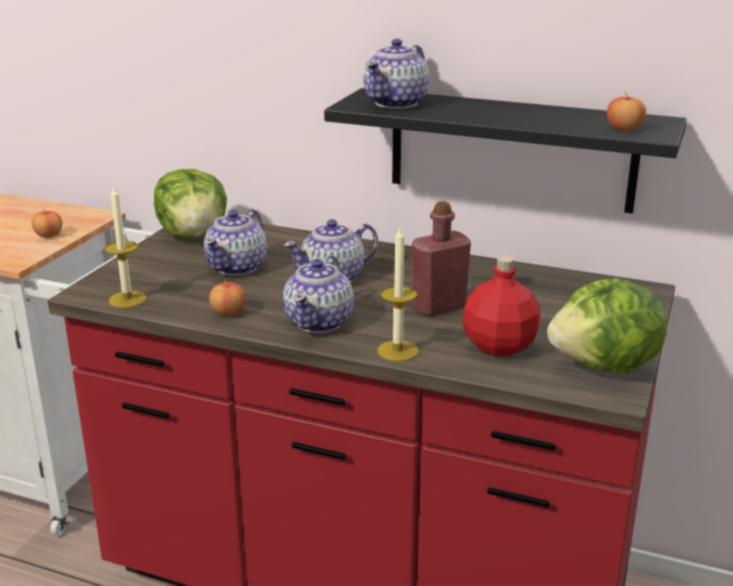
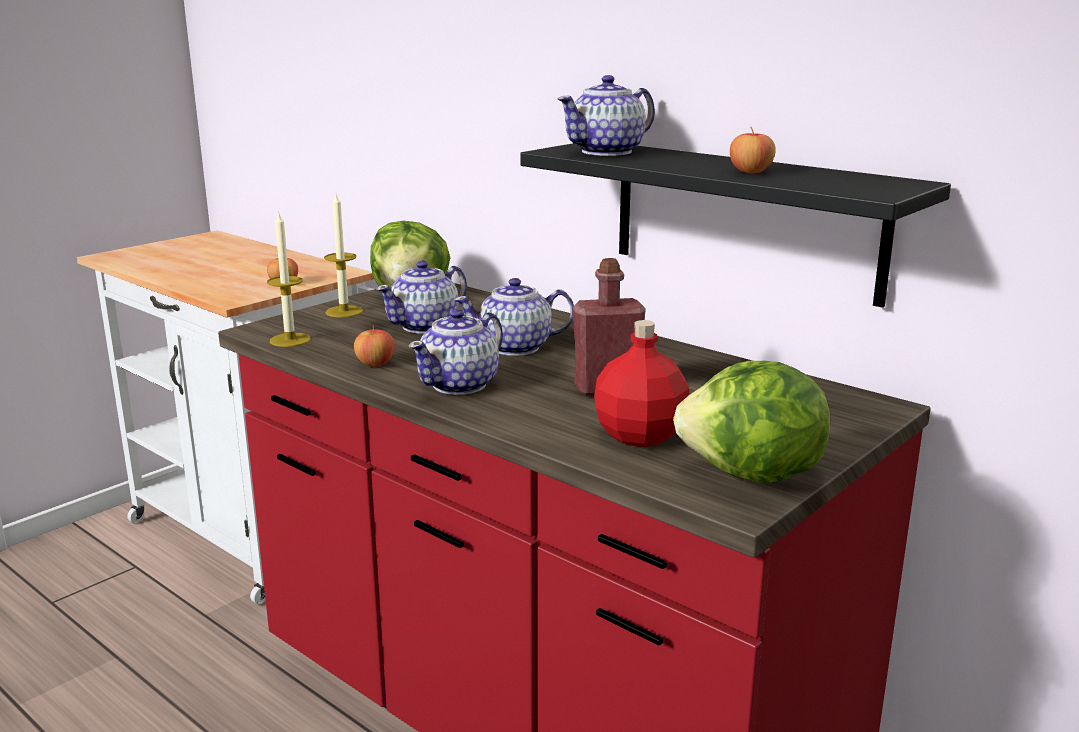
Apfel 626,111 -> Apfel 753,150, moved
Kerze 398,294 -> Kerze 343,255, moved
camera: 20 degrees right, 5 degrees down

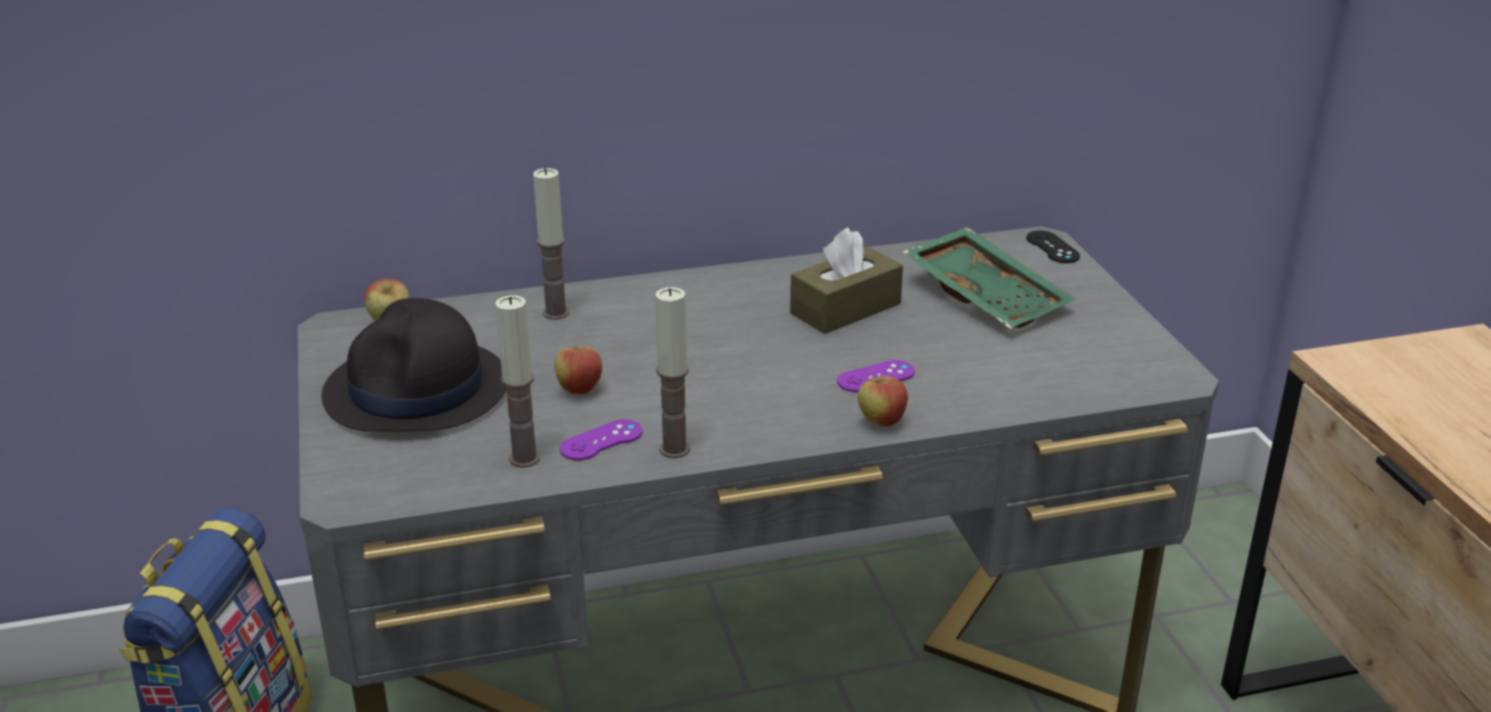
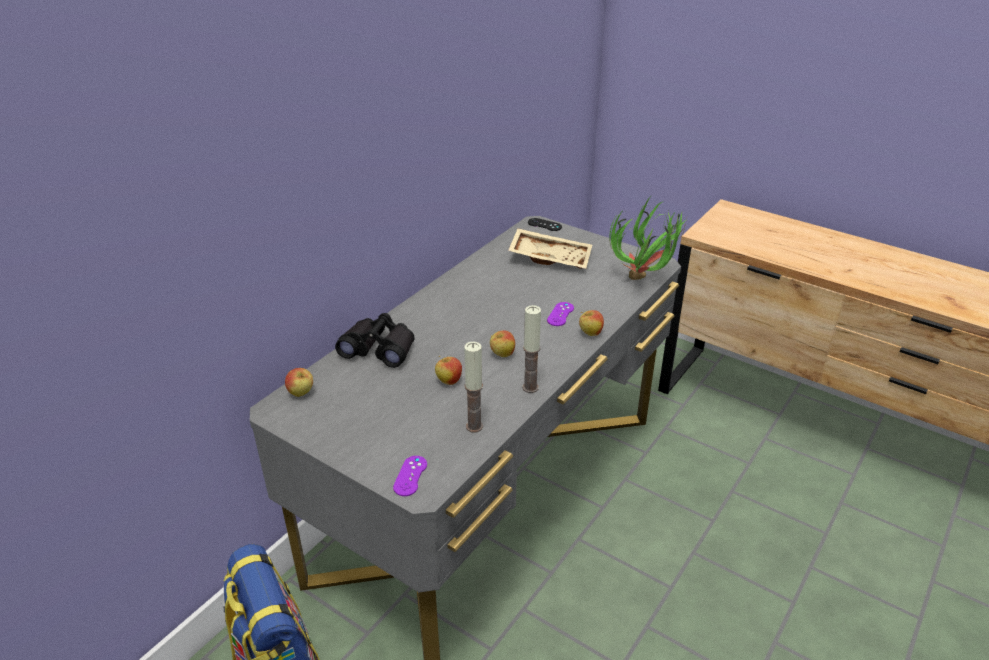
Kerze 551,244 -> Fernglas (schwarz) 375,340
Taschentuchbox (braun) 846,280 -> none
Tablett (grün) 989,277 -> Tablett (beige) 550,248
Hut (schwarz) 413,365 -> none
Gamepad (lila) 601,440 -> Gamepad (lila) 410,476, moved
none -> Topfpflanze 649,239
none -> Apfel 502,343
camera: 40 degrees left, 5 degrees up

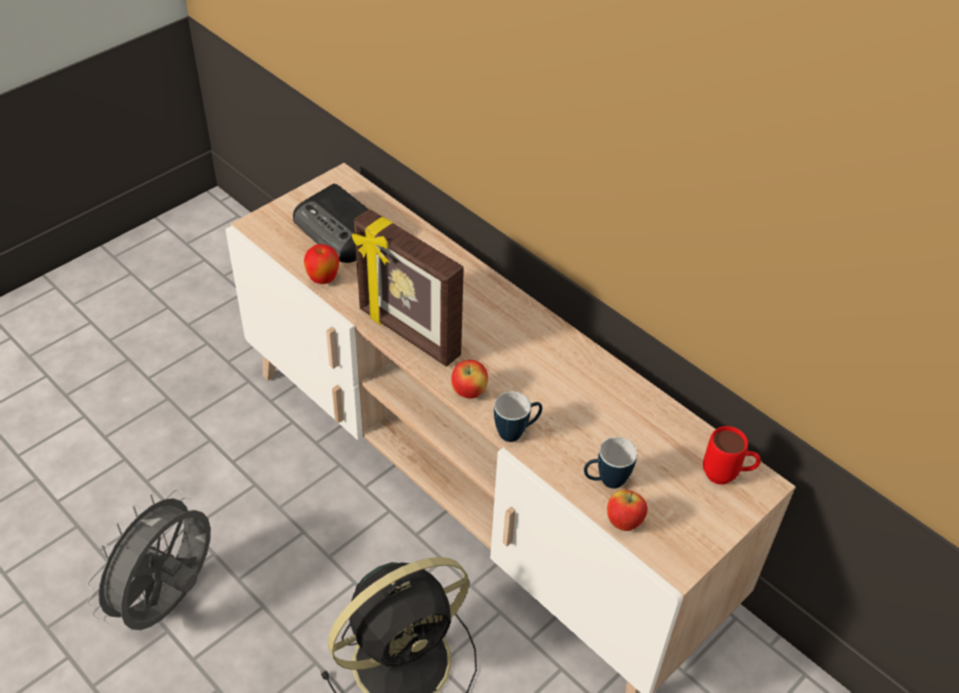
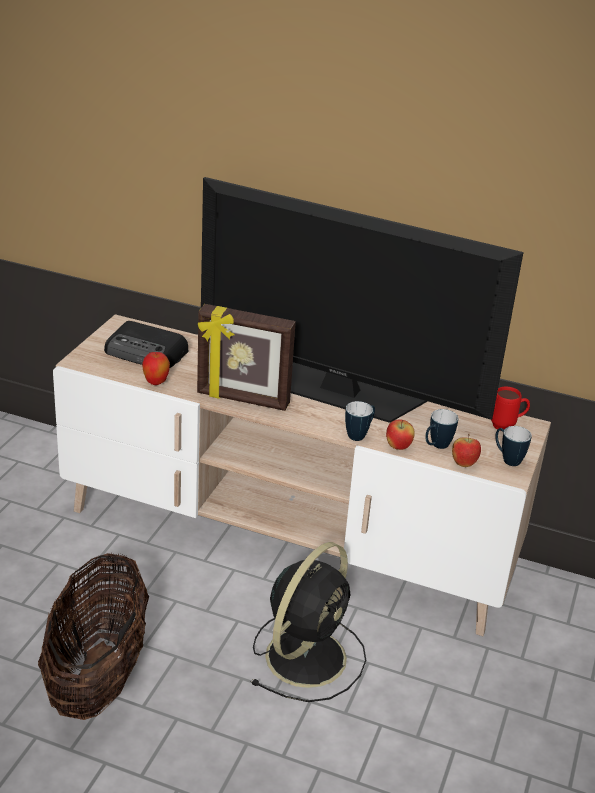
Apfel 469,379 -> Apfel 400,435, moved
Ventilator (grau) 149,559 -> Korb 93,636
none -> Fernseher 362,300
none -> Henkelbecher 513,446
camera: 25 degrees left, 15 degrees down

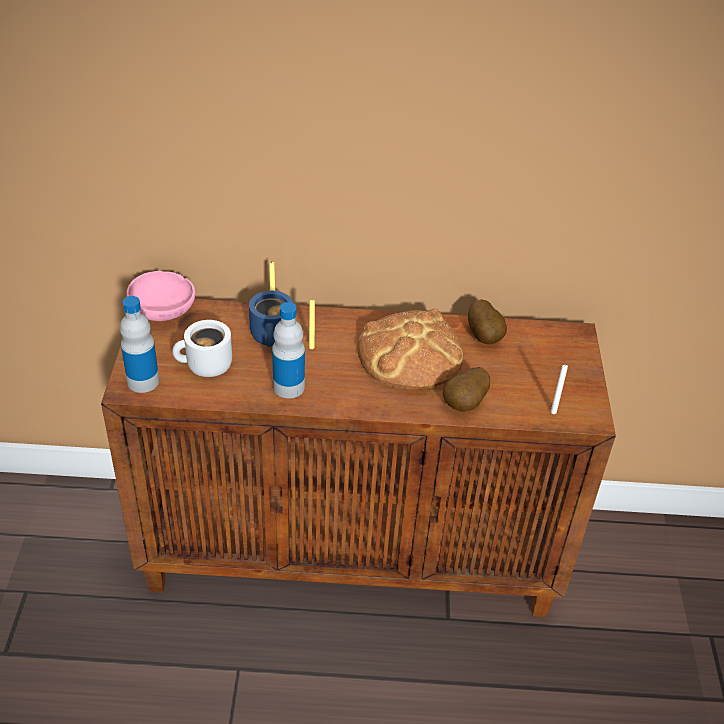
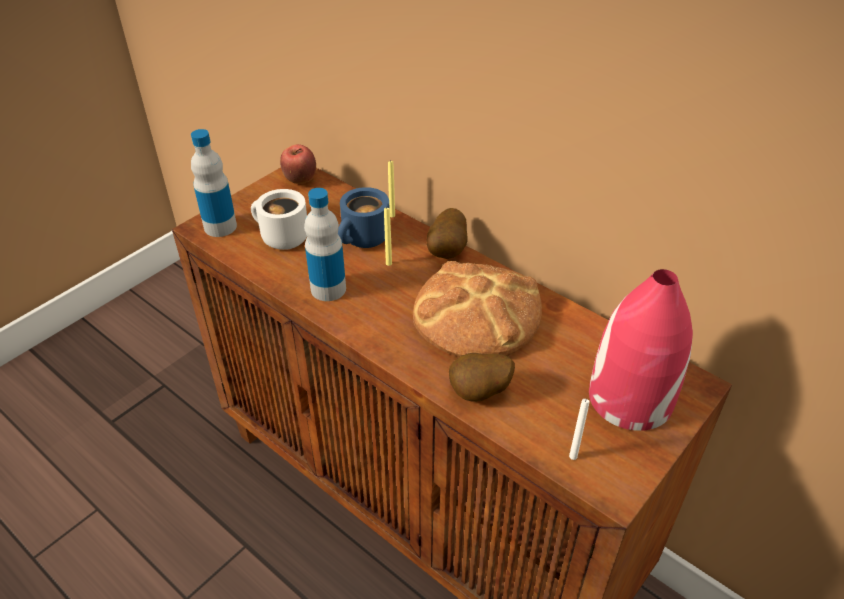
Schüssel (rosa) 161,296 -> Apfel 298,164
Kartoffel 487,321 -> Kartoffel 447,233, moved
none -> Vase (rot) 641,350
camera: 40 degrees right, 0 degrees up

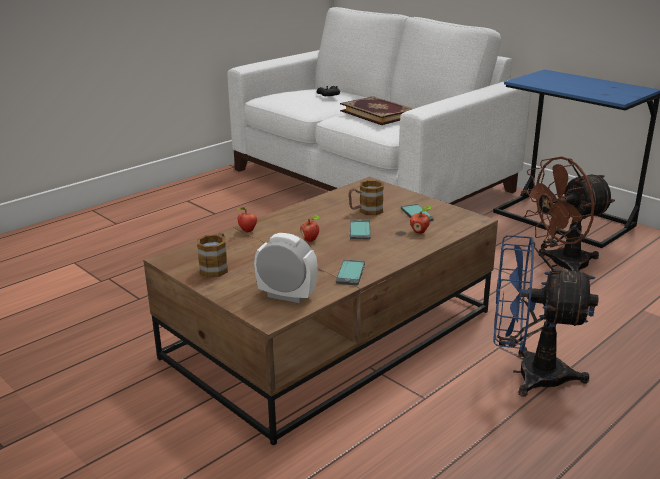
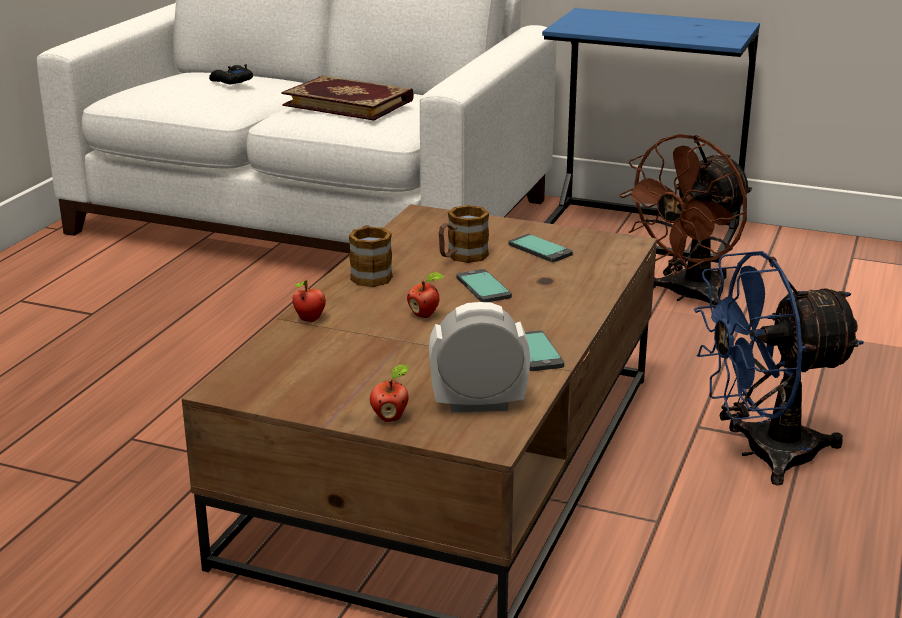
Apfel 421,219 -> Apfel 389,393, moved
Henkelbecher 212,255 -> Henkelbecher 371,256, moved
camera: 25 degrees left, 0 degrees up

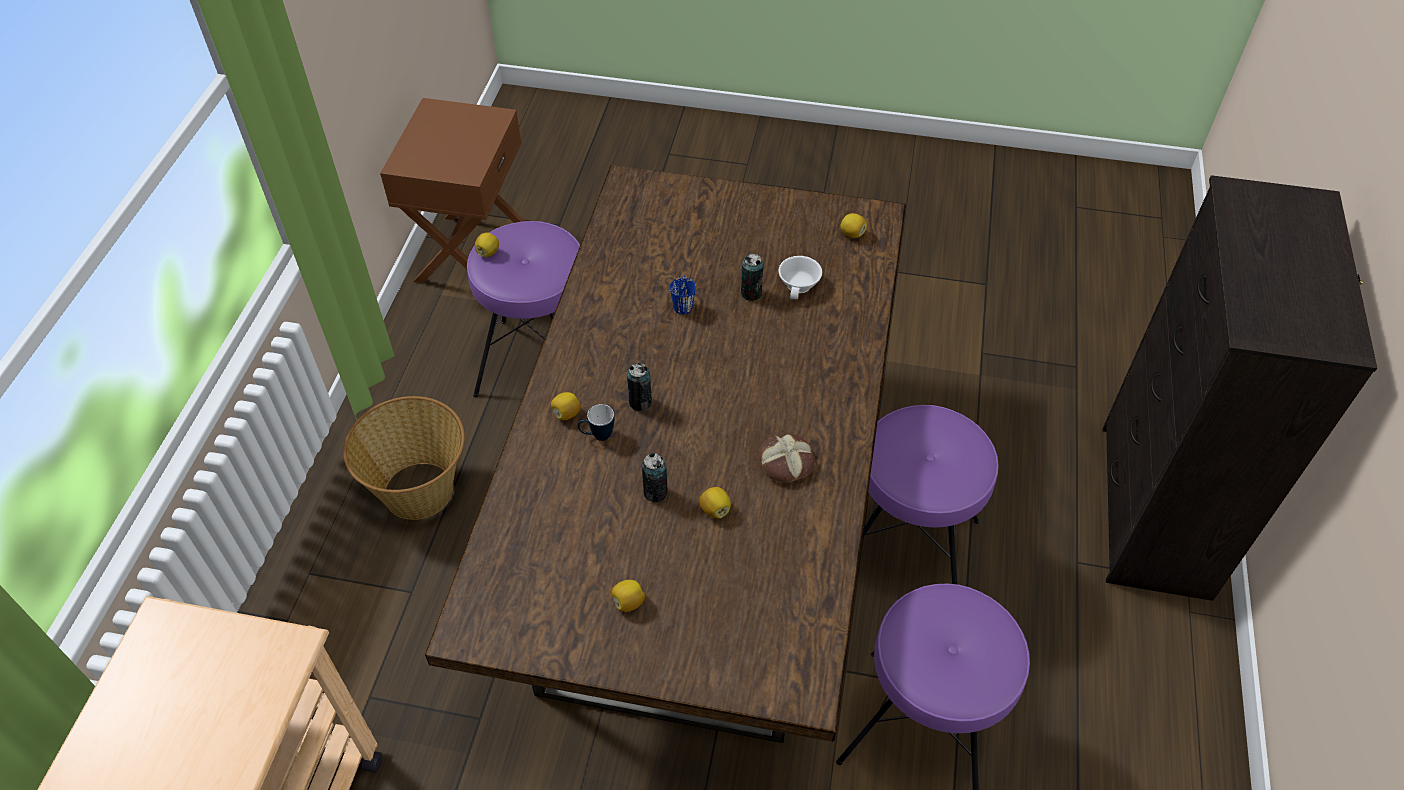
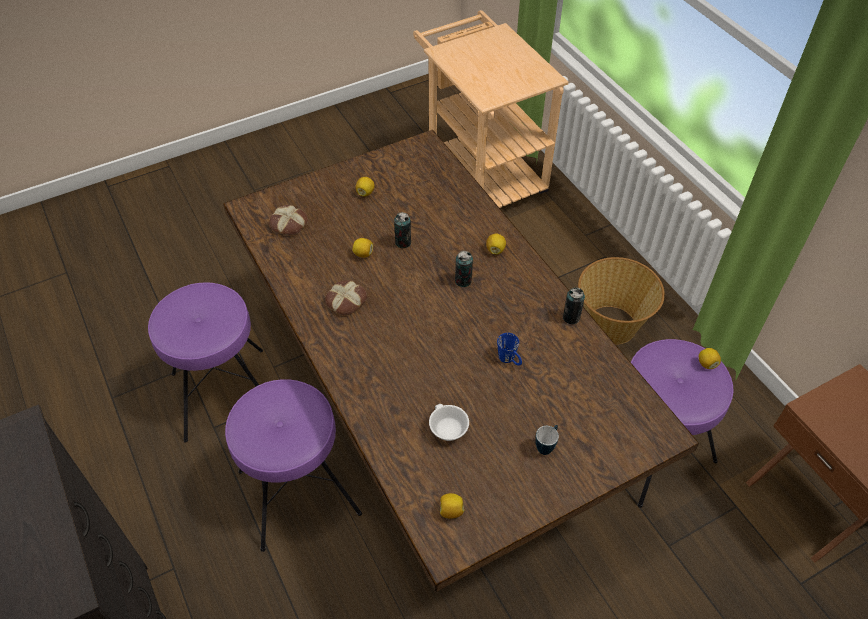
Dose 752,277 -> Dose 574,305, moved
Henkelbecher 595,422 -> Henkelbecher 547,440, moved
none -> Brot 288,220
camera: 140 degrees right, 0 degrees up

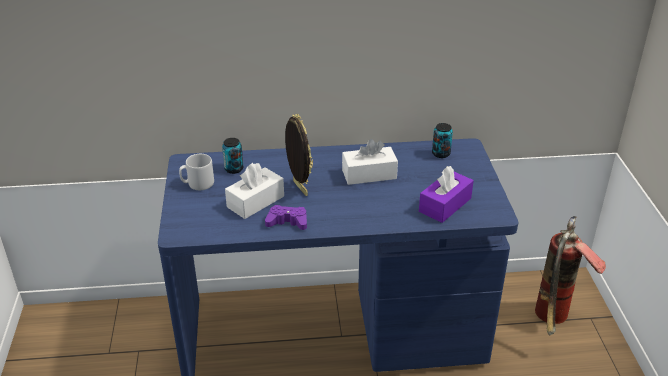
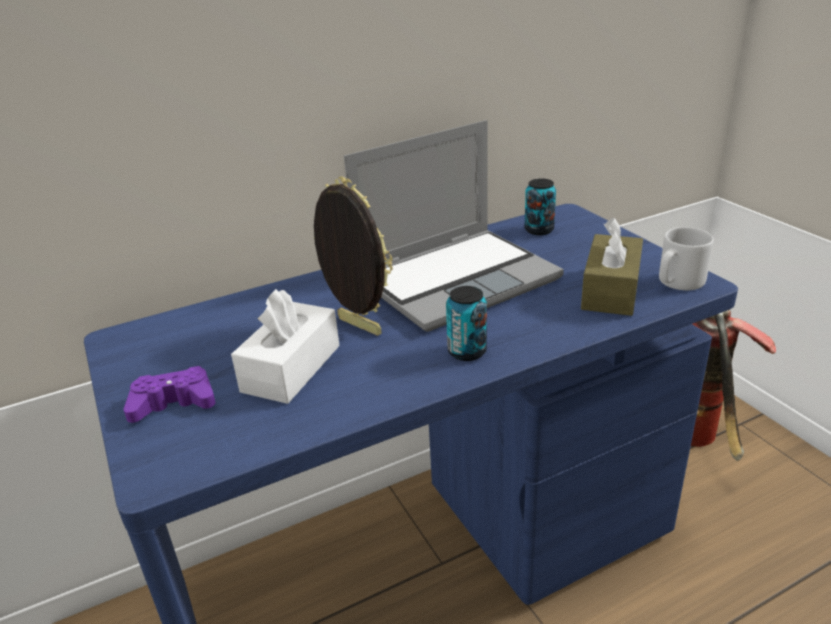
Dose 232,156 -> Dose 466,323, moved
Taschentuchbox (weiß) 370,162 -> Laptop 454,226
Henkelbecher (grau) 196,172 -> Henkelbecher (grau) 686,258, moved
Taschentuchbox (lila) 446,194 -> Taschentuchbox (braun) 612,266
Gamepad (lila) 286,217 -> Gamepad (lila) 170,394, moved
camera: 20 degrees left, 5 degrees down

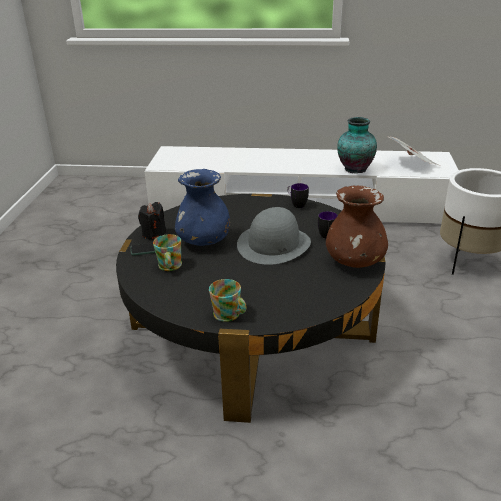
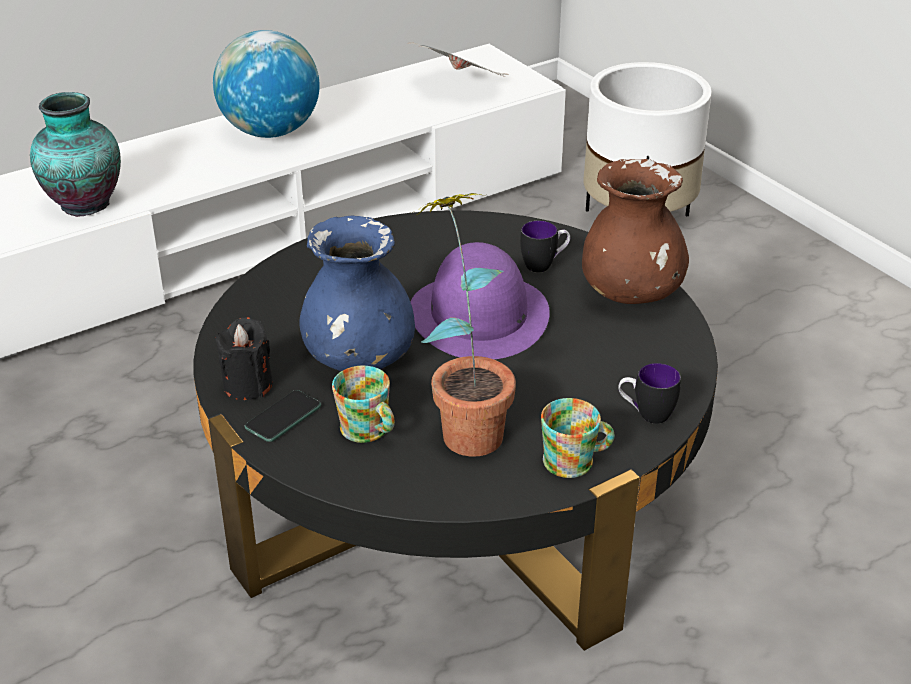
Vase 357,145 -> Vase 75,154, moved
Henkelbecher 298,195 -> Henkelbecher 649,393, moved
Hut (grau) 274,236 -> Hut (lila) 480,300
none -> Globus 266,84
none -> Topfpflanze 463,325
camera: 40 degrees left, 5 degrees up

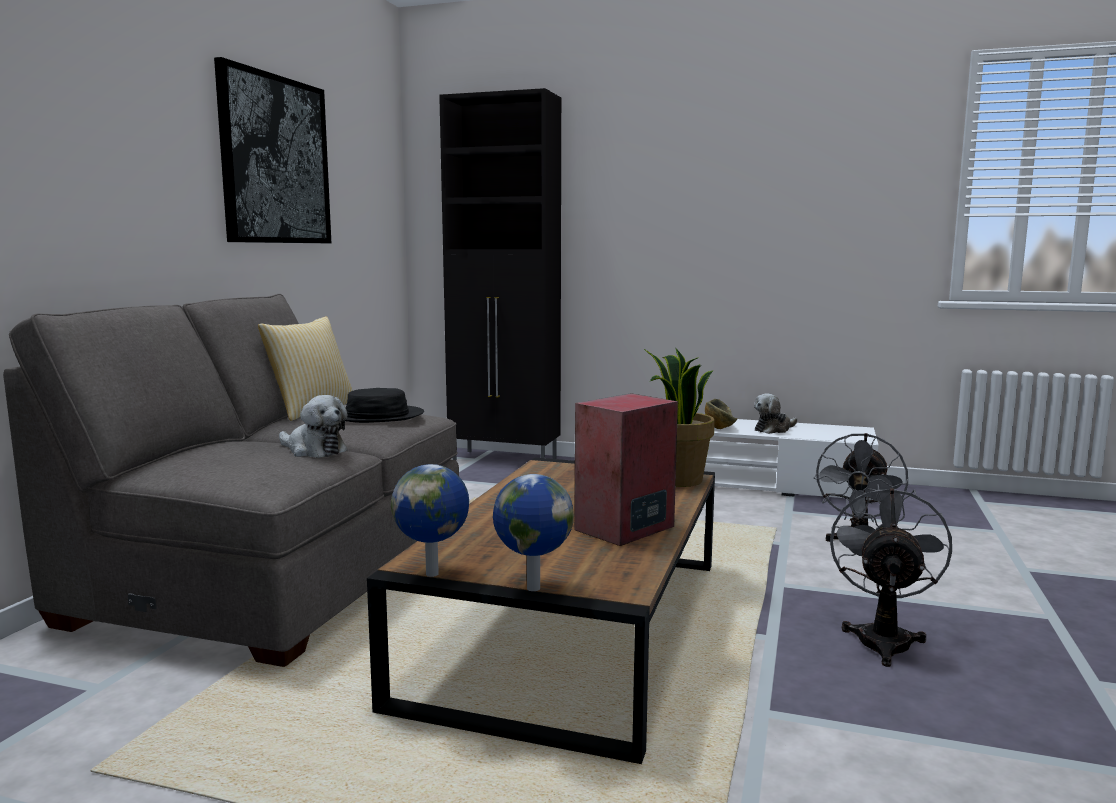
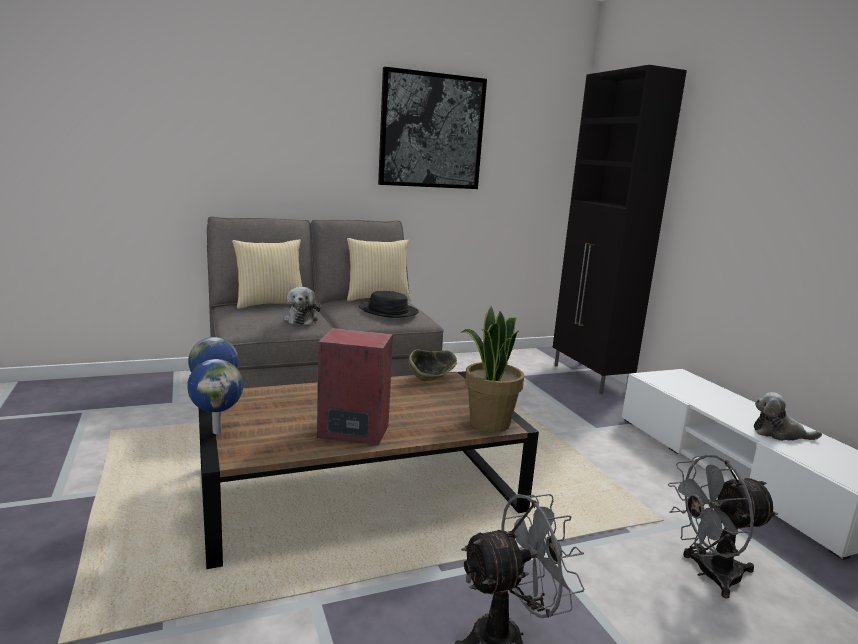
Schüssel 721,414 -> Schüssel 433,365, moved
none -> Kissen 267,274
camera: 50 degrees right, 5 degrees up

